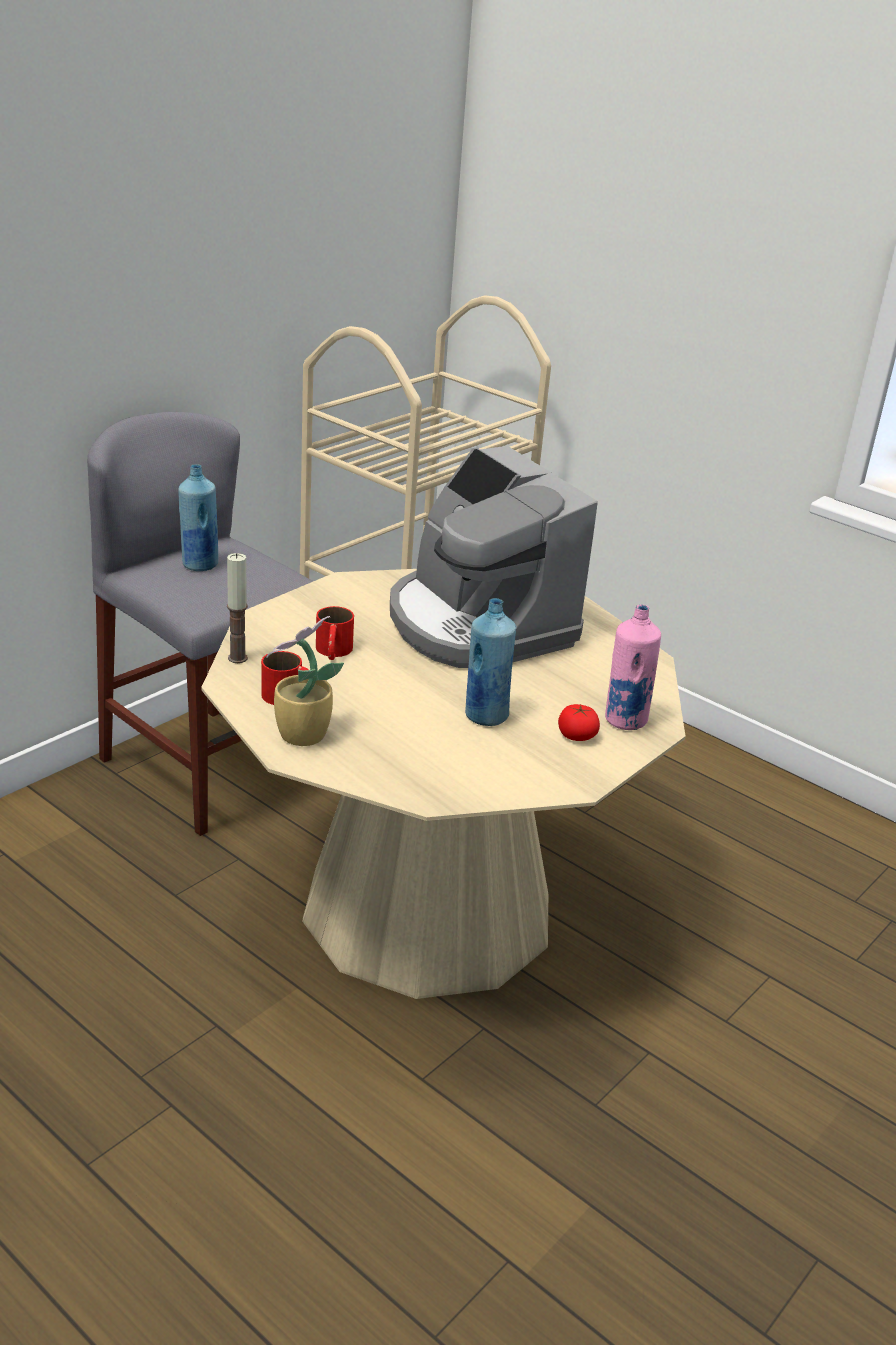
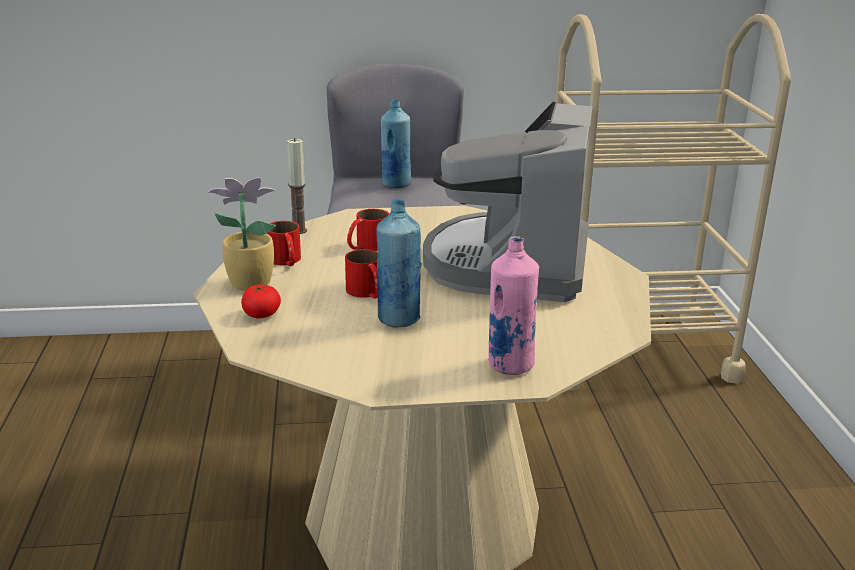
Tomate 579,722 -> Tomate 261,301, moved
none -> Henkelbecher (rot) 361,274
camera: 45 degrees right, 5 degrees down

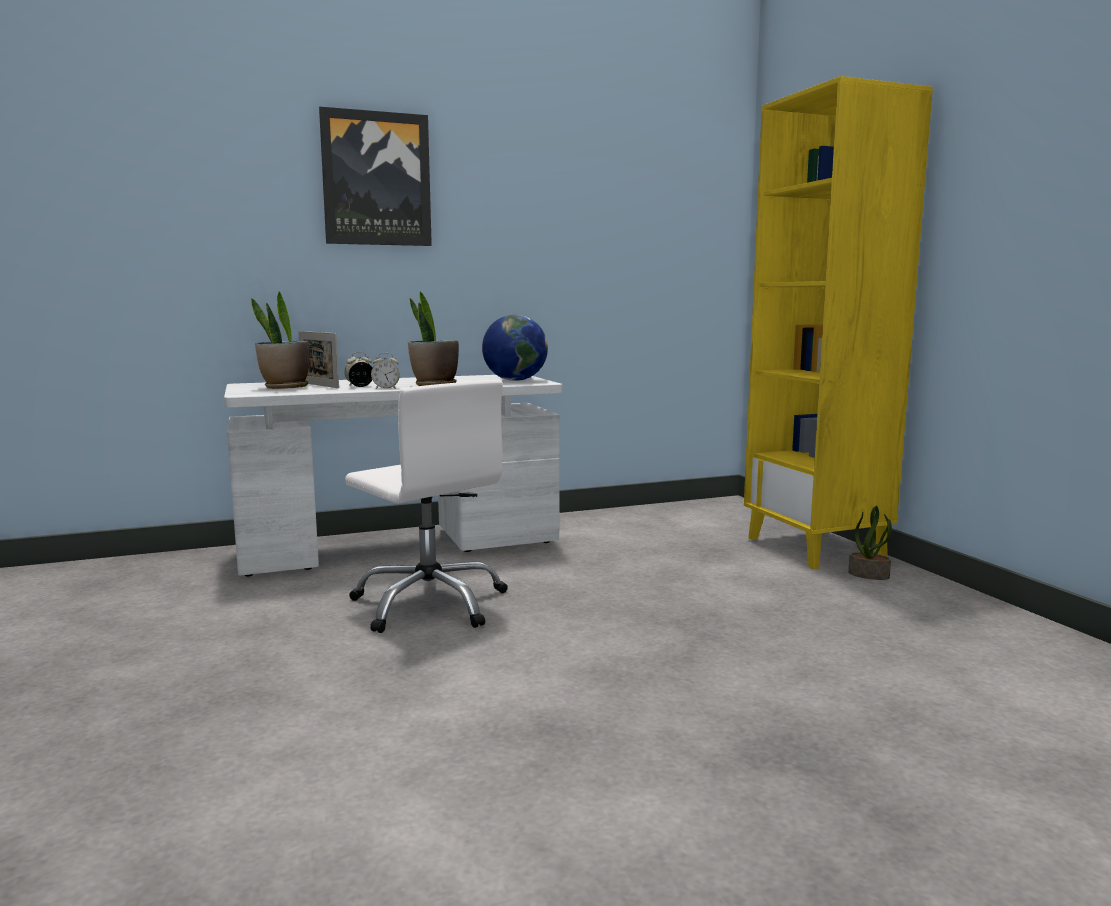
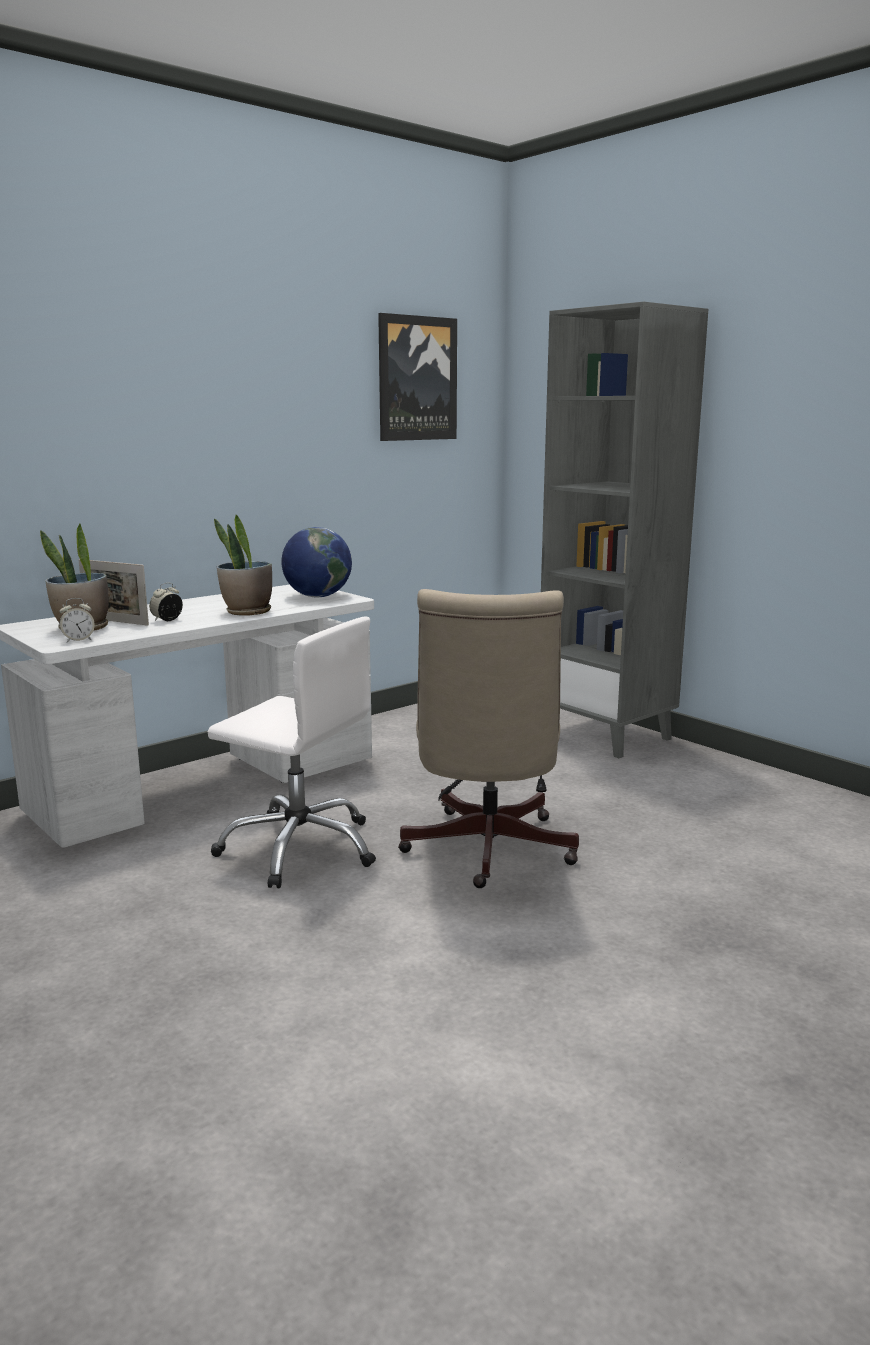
Bücherregal (gelb) 838,322 -> Bücherregal (grau) 624,530
Bild 375,176 -> Bild 417,377, moved
Wecker 385,371 -> Wecker 77,620, moved
Topfpflanze 870,543 -> none
none -> Bürostuhl (beige) 488,738
camera: 20 degrees left, 5 degrees up

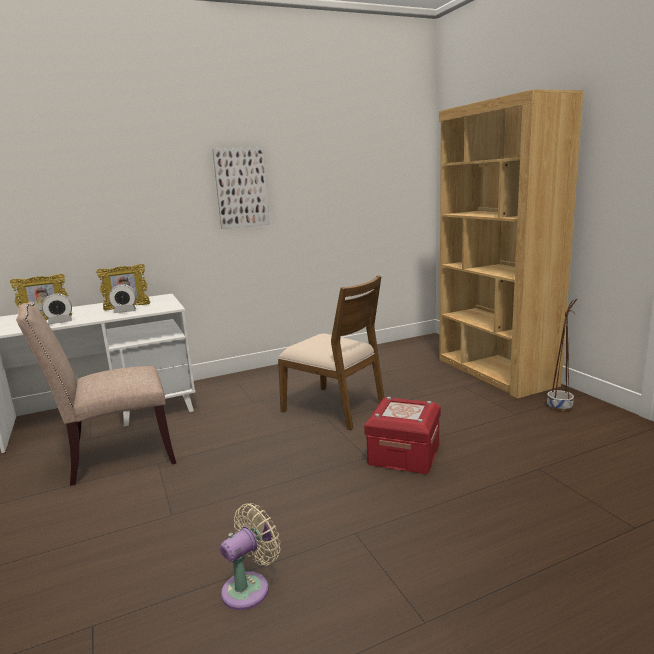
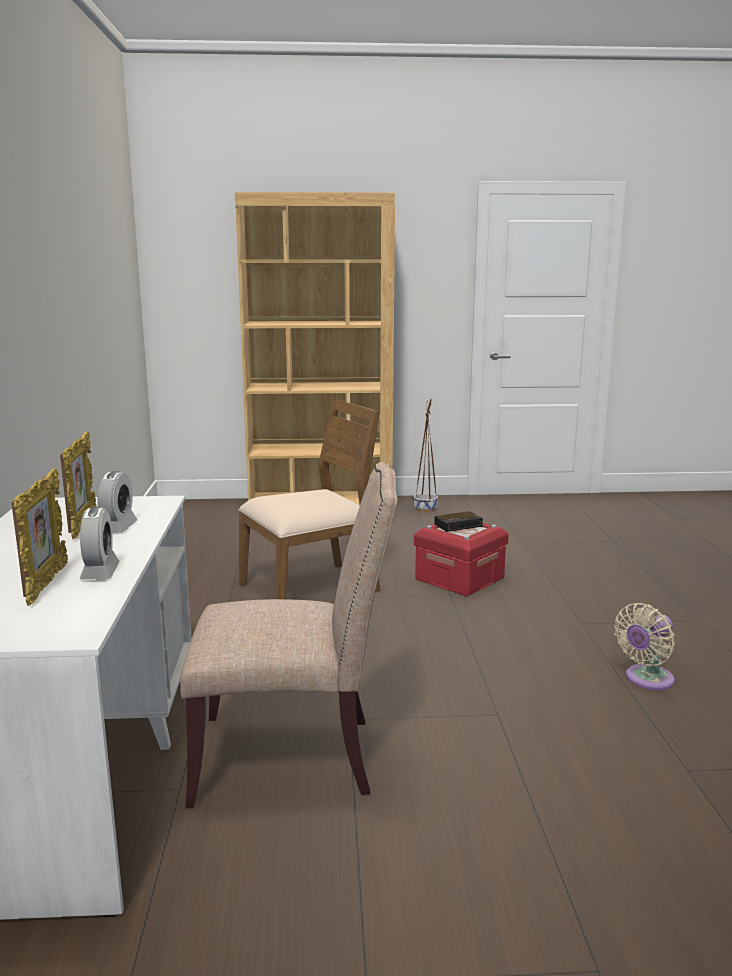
Bild 241,188 -> none
Stuhl (beige) 96,394 -> Stuhl (beige) 289,635, 90 degrees counterclockwise
Ventilator (beige) 250,556 -> Ventilator (beige) 644,646, 105 degrees counterclockwise
none -> Wecker 458,521
camera: 70 degrees left, 0 degrees up

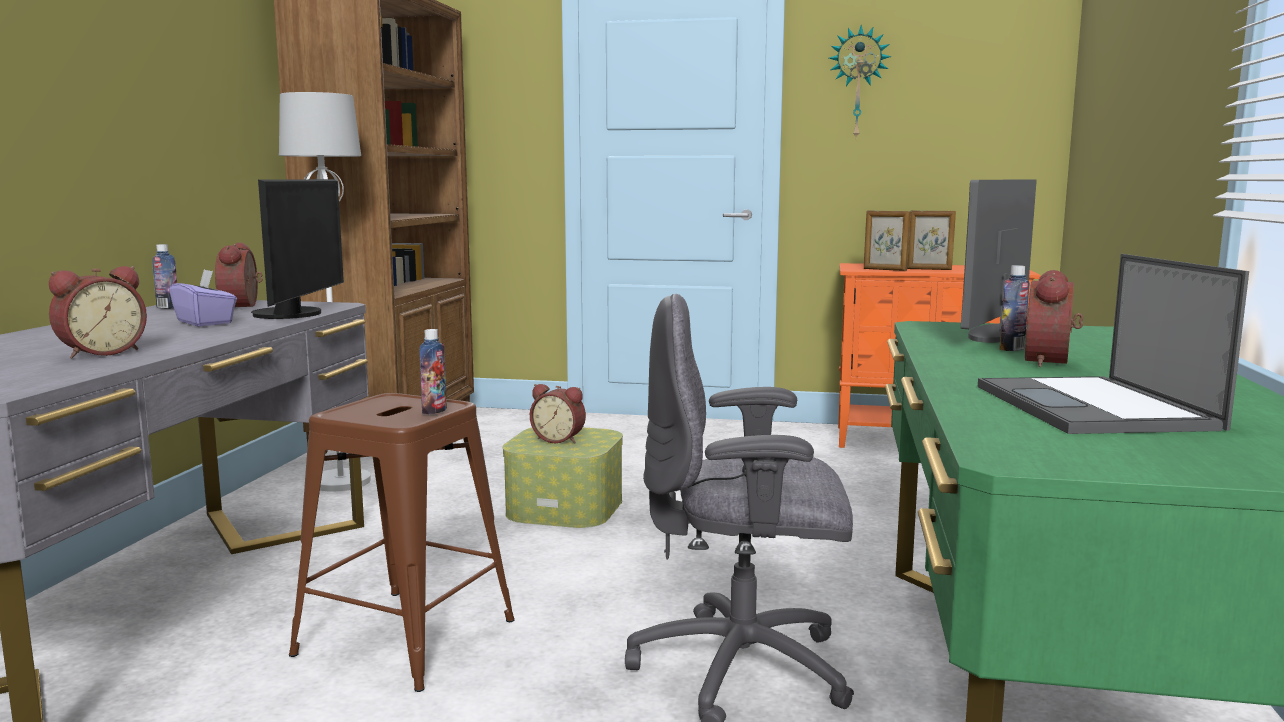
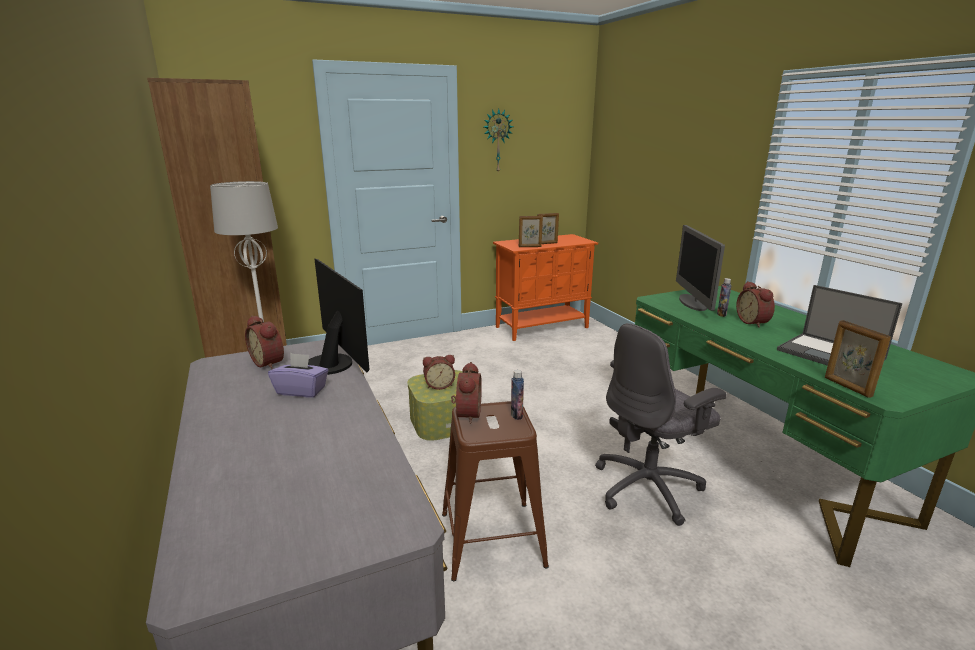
Flasche 164,276 -> none
Wecker 98,312 -> Wecker 466,393, moved
none -> Bilderrahmen 858,359
camera: 35 degrees left, 10 degrees up

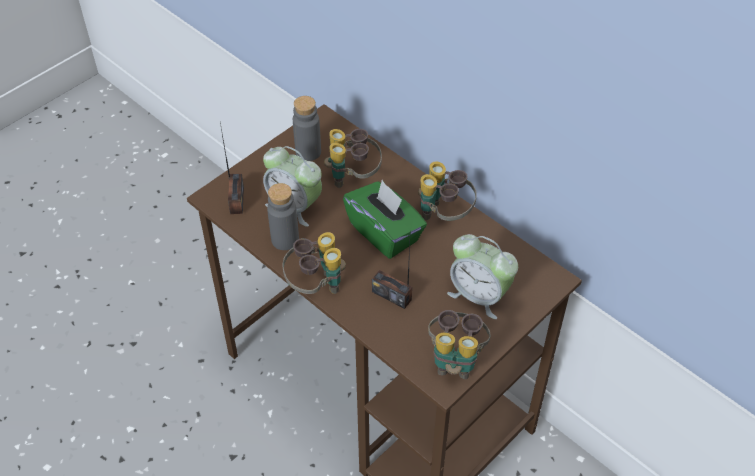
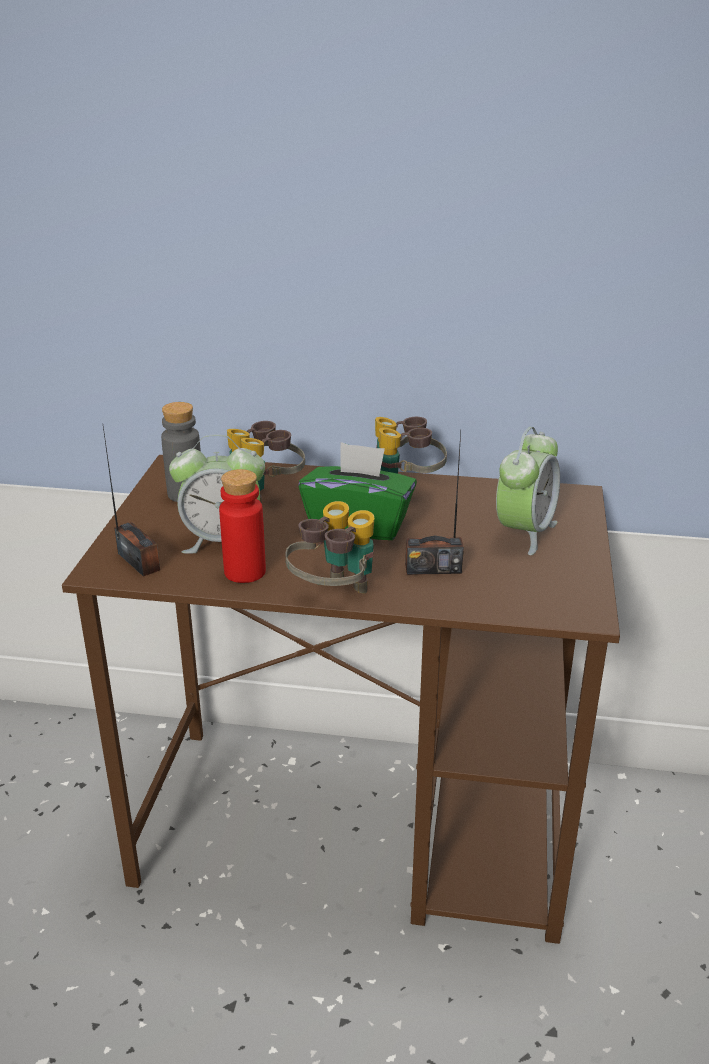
Flasche (grau) 283,216 -> Flasche (rot) 242,526
Wecker 482,276 -> Wecker 528,491, 60 degrees counterclockwise
Fernglas 459,344 -> none
camera: 35 degrees left, 20 degrees down

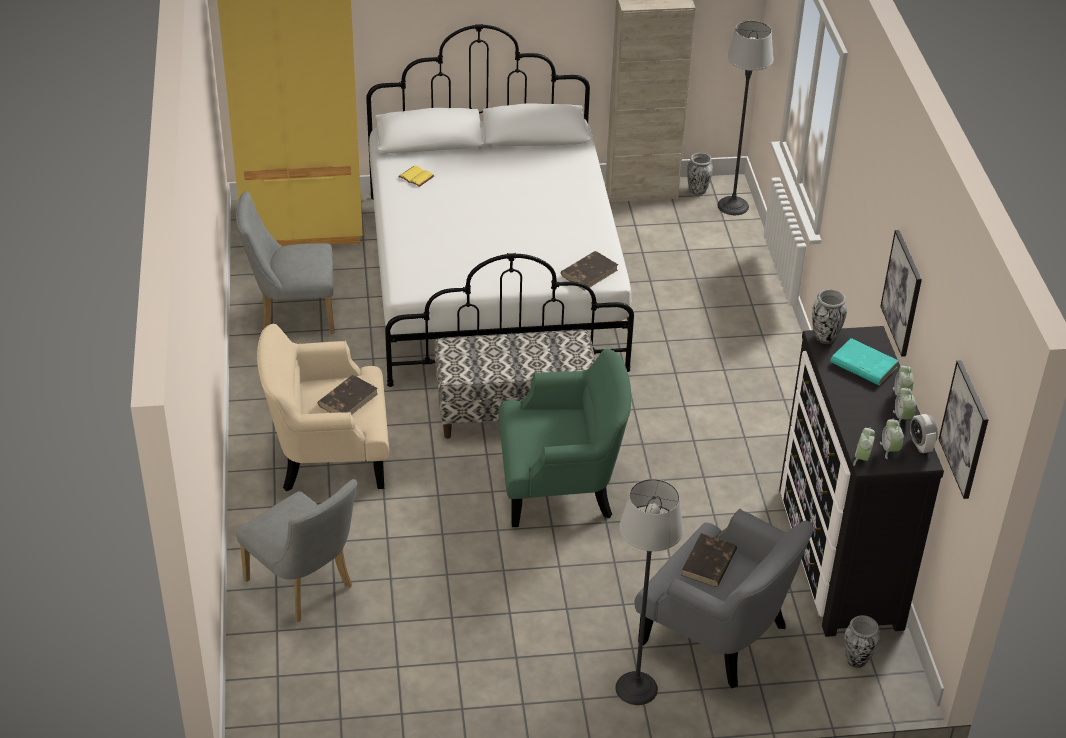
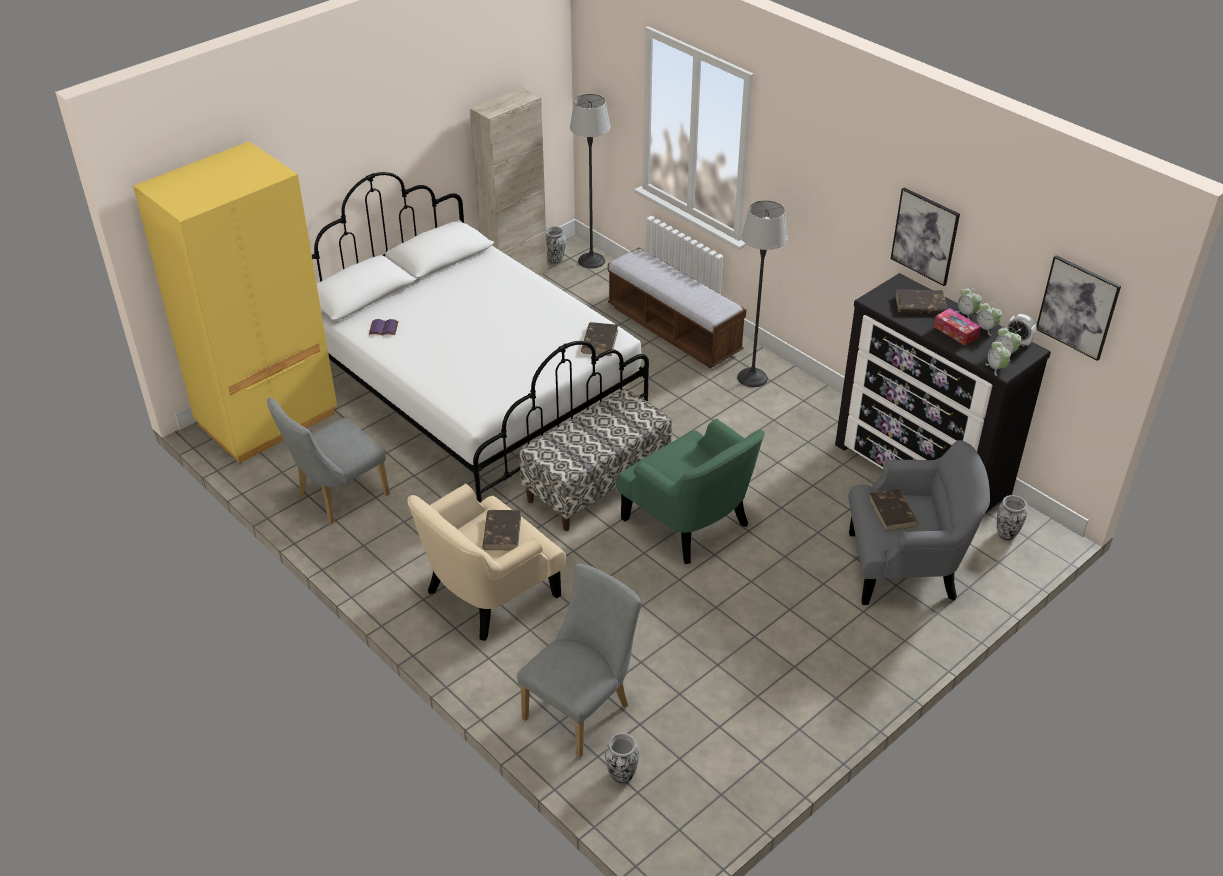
Buch (gelb) 416,176 -> Buch (lila) 383,327
Vase 829,316 -> Vase 622,758, moved
Buch (türkis) 864,361 -> Buch (braun) 921,301
Sessel (grün) 564,438 -> Sessel (grün) 690,491, 90 degrees clockwise
Stuhl (grau) 296,550 -> Stuhl (grau) 579,661, 60 degrees counterclockwise
Stehlampe 649,592 -> Stehlampe 762,293, moved
none -> Bank 677,307
none -> Taschentuchbox 957,326
camera: 35 degrees left, 0 degrees up

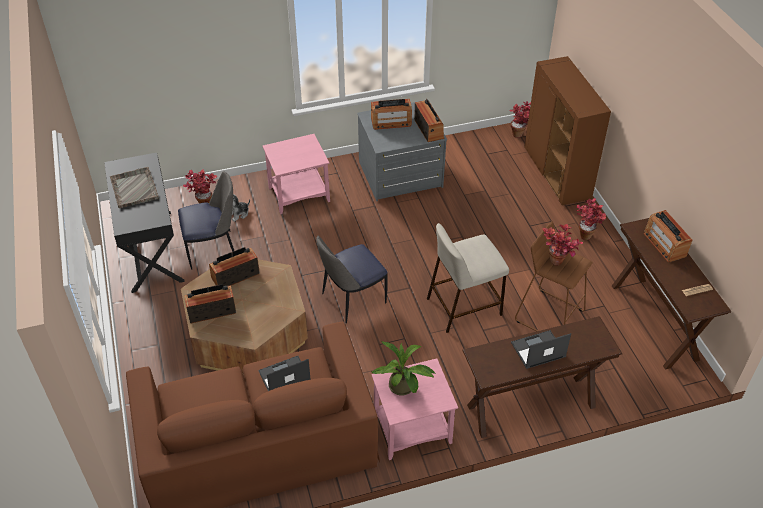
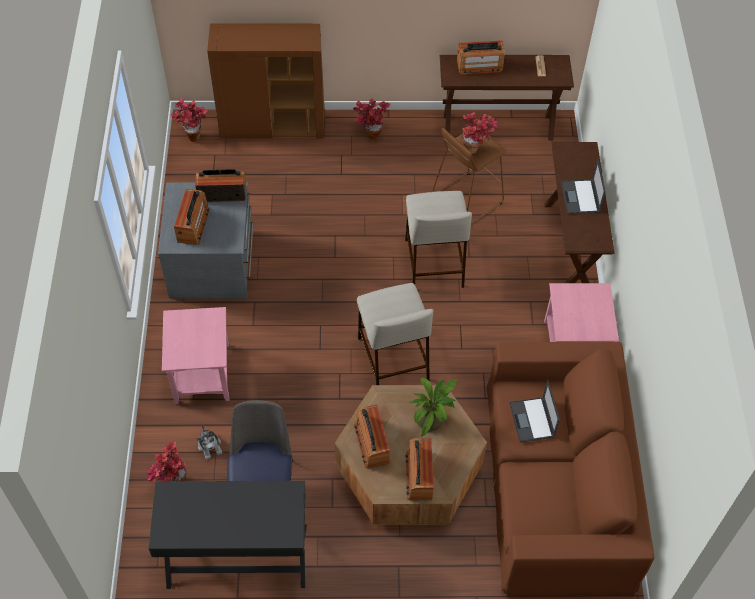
Tablett (grau) 134,187 -> none
Stuhl 352,279 -> Hocker (beige) 395,334
Topfpflanze 404,368 -> Topfpflanze 434,407, moved
camera: 75 degrees left, 10 degrees up

